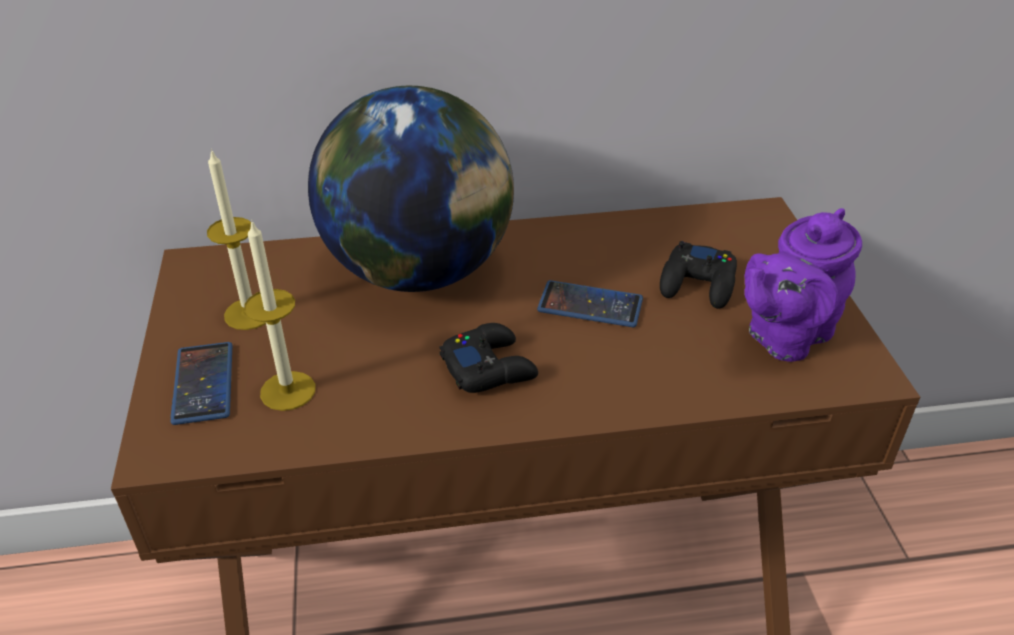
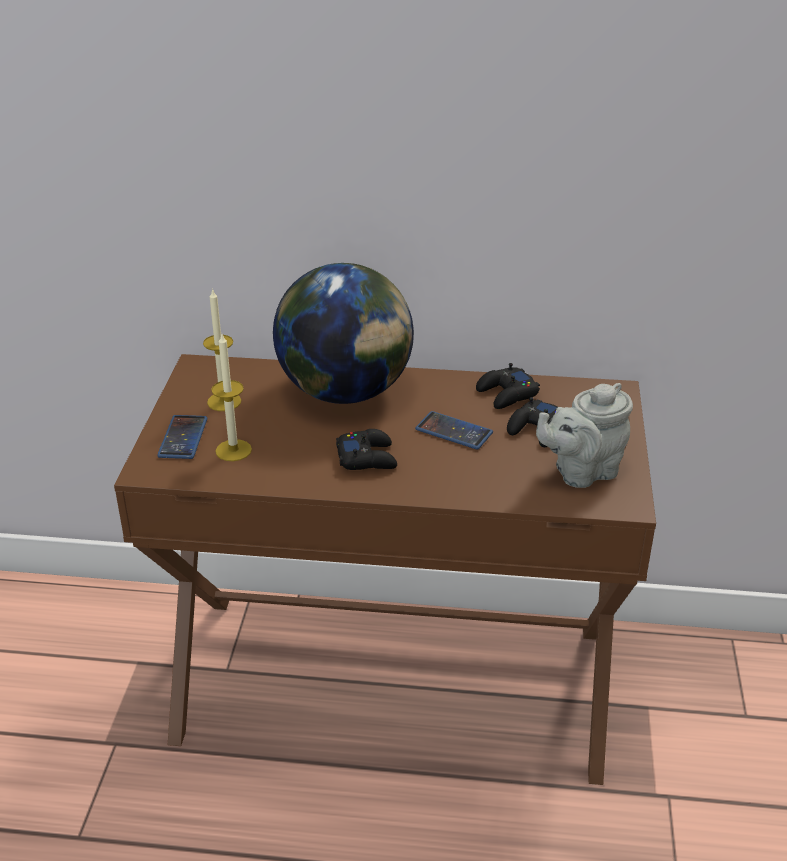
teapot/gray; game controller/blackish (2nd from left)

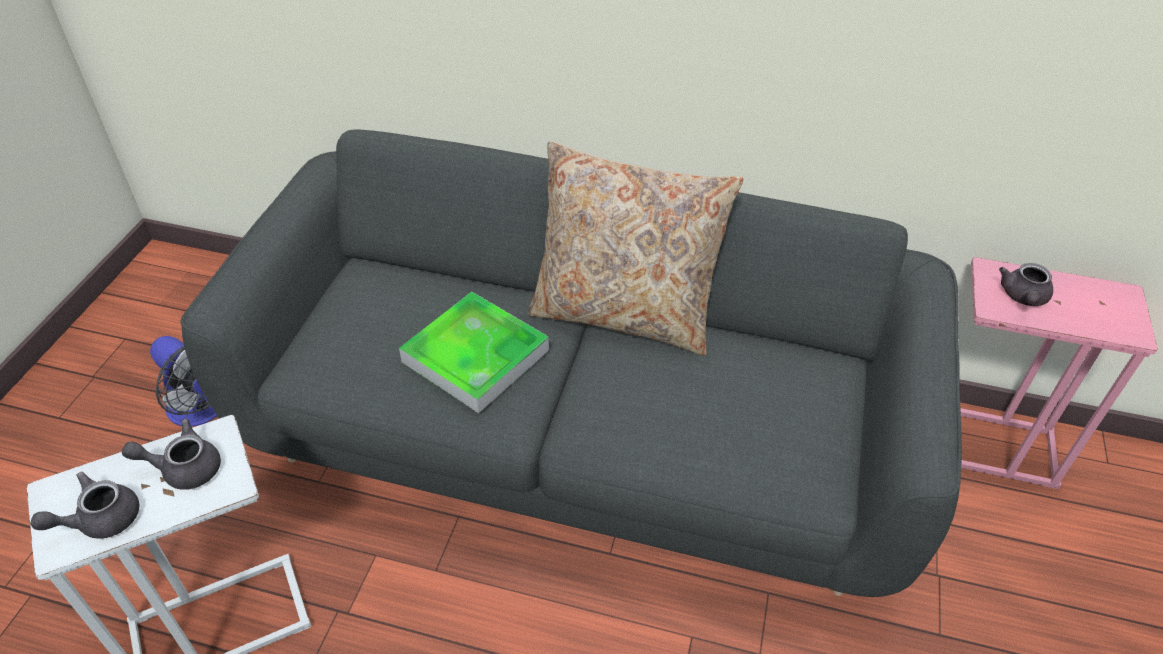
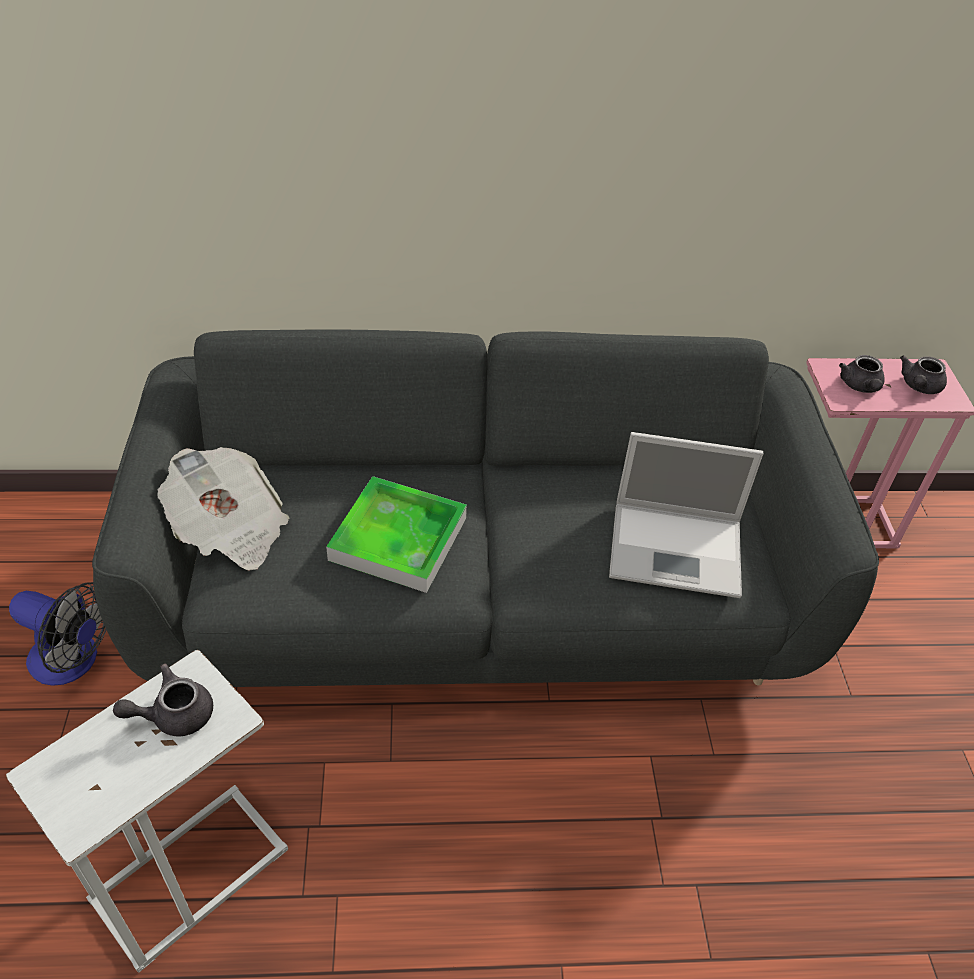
teapot/gray (3rd from left); throw pillow/sand-coloured; newspaper; laptop

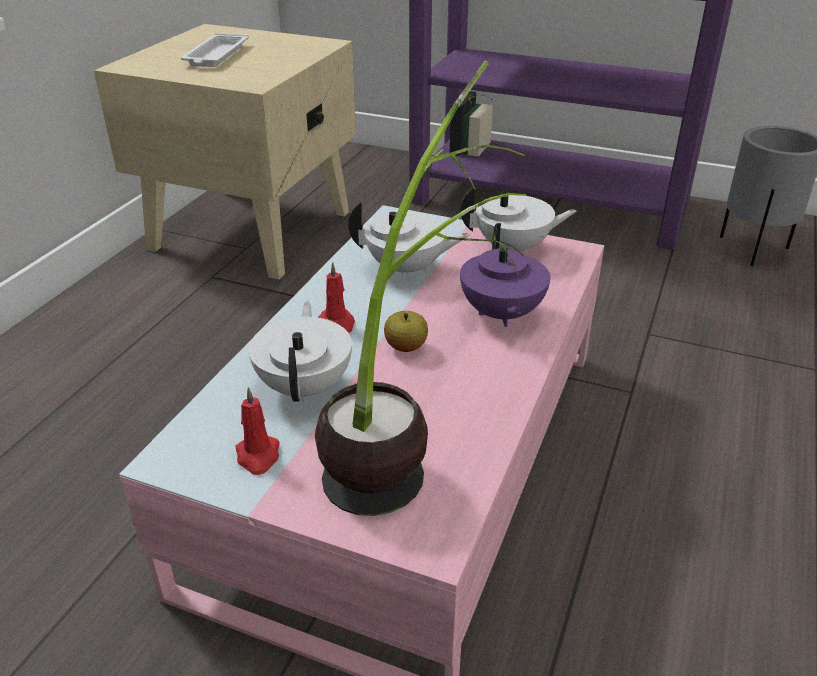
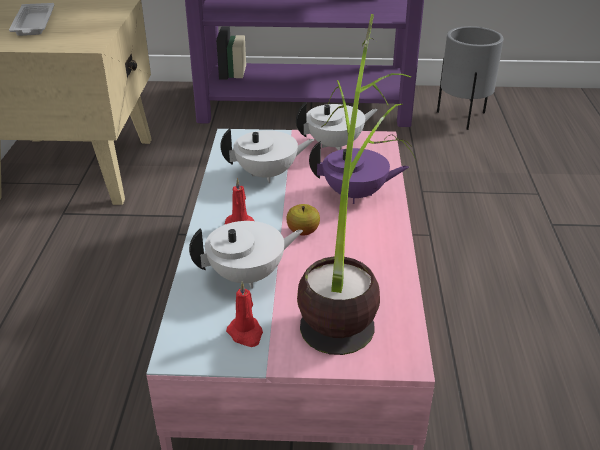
teapot/white-coloured (1st from left); teapot/purple-coloured

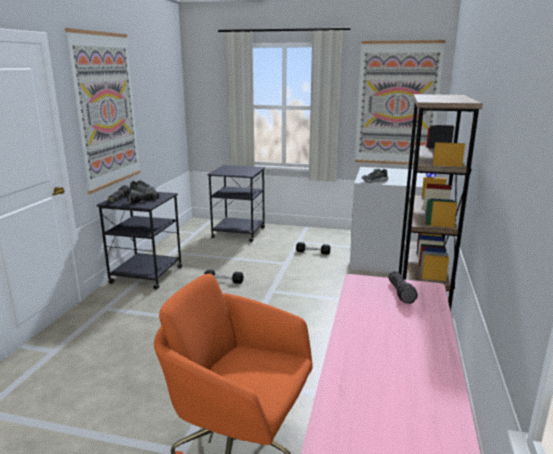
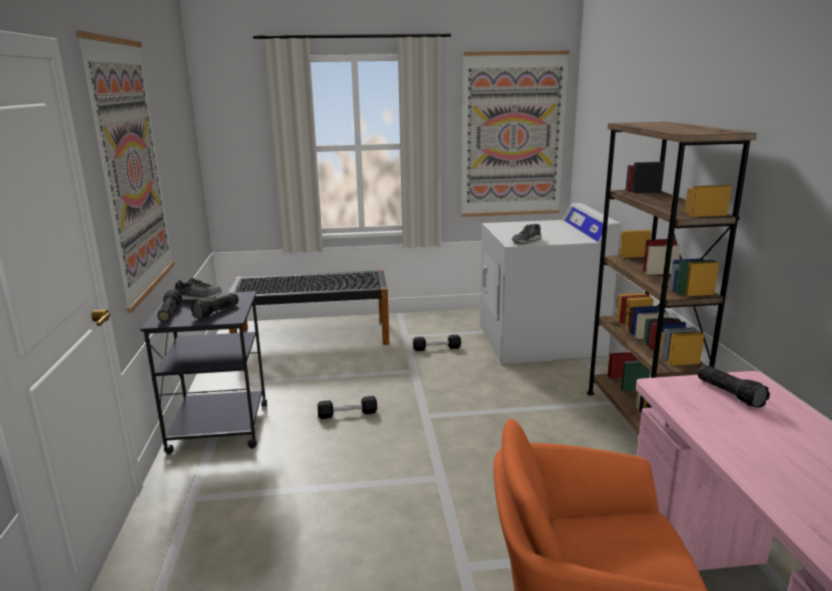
indoor bench/blackish

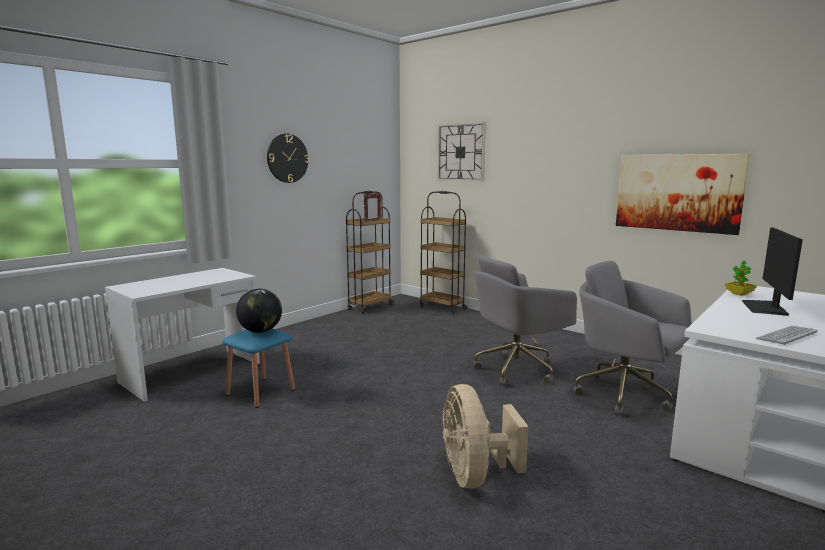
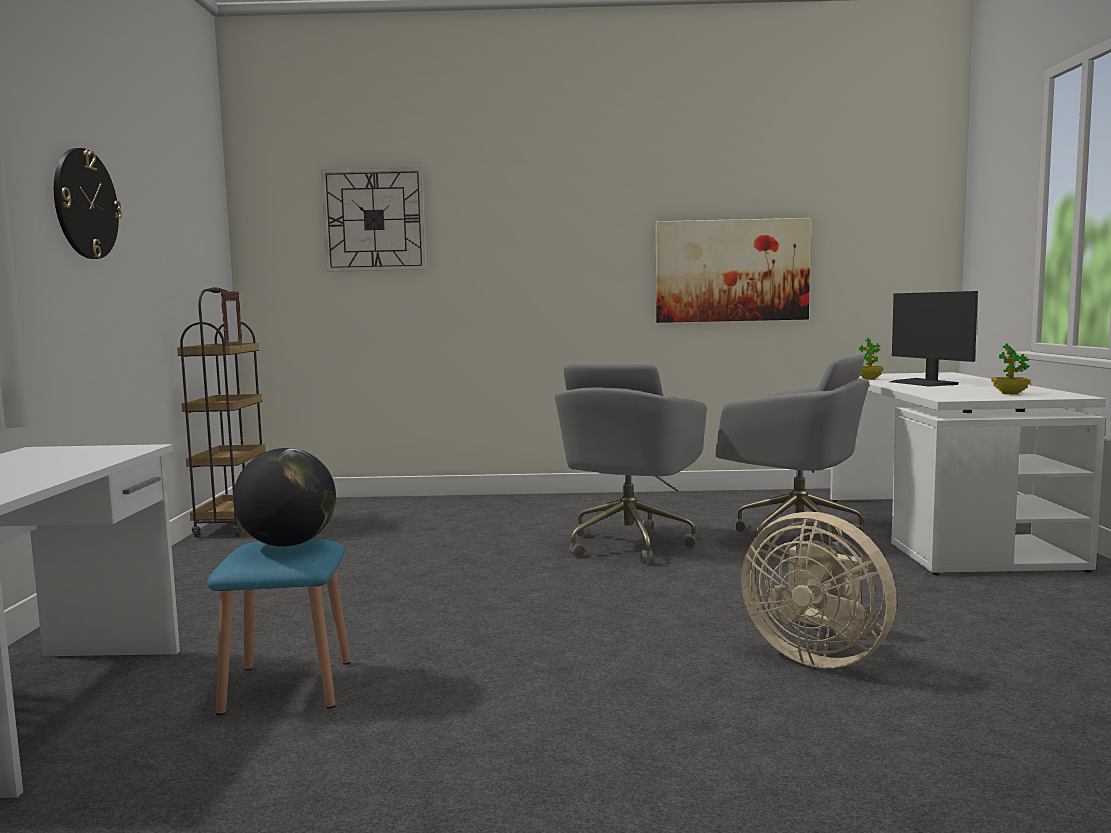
trolley/brown-coloured (2nd from left in the first image); computer chair/gray (2nd from left); potted plant (2nd from left)

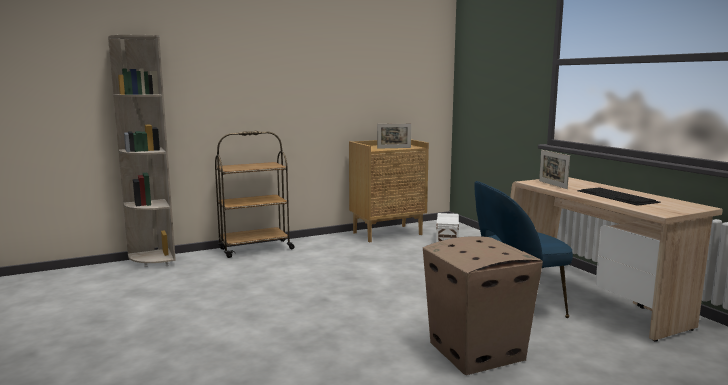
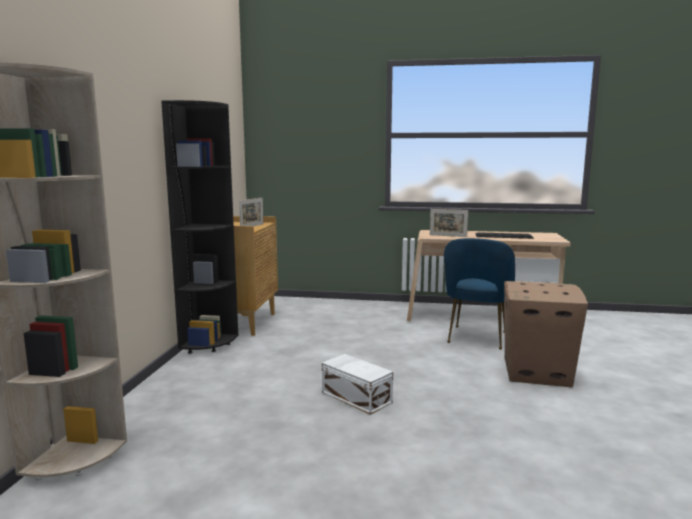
trolley/brown-coloured; storage container/white-coloured; bookshelf/blackish

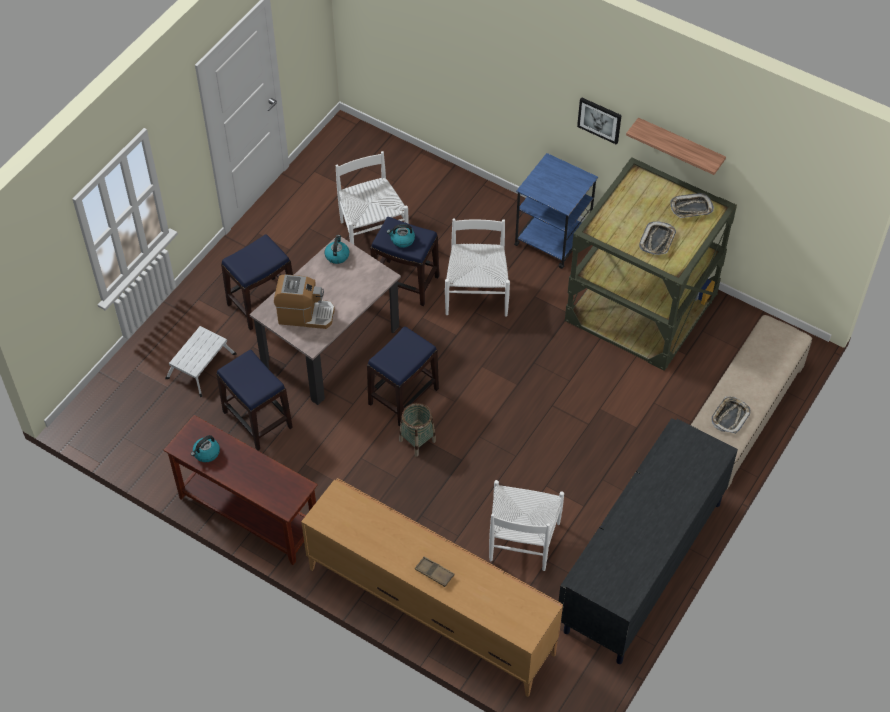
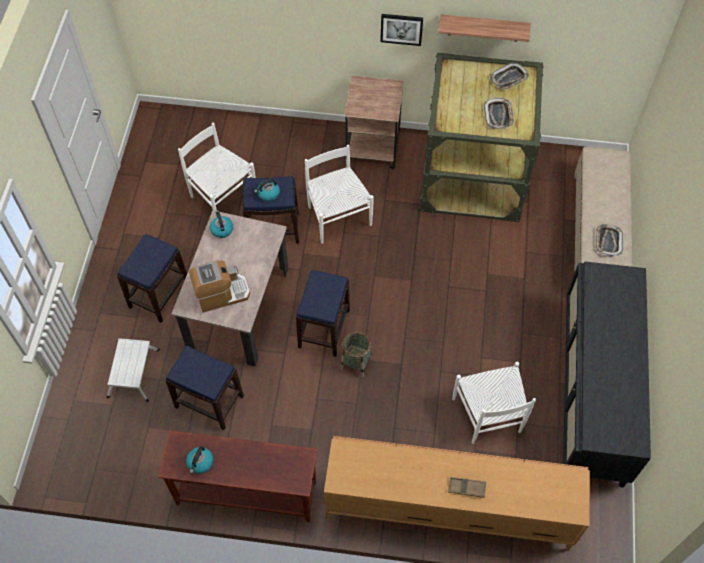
trolley/brown-coloured

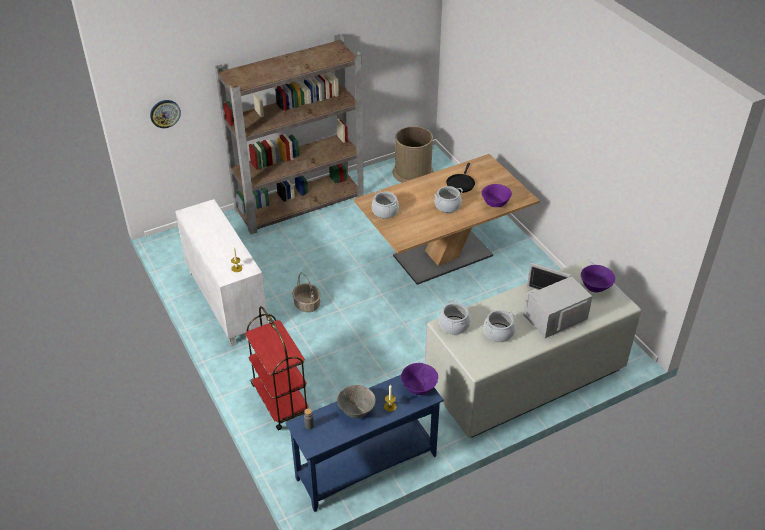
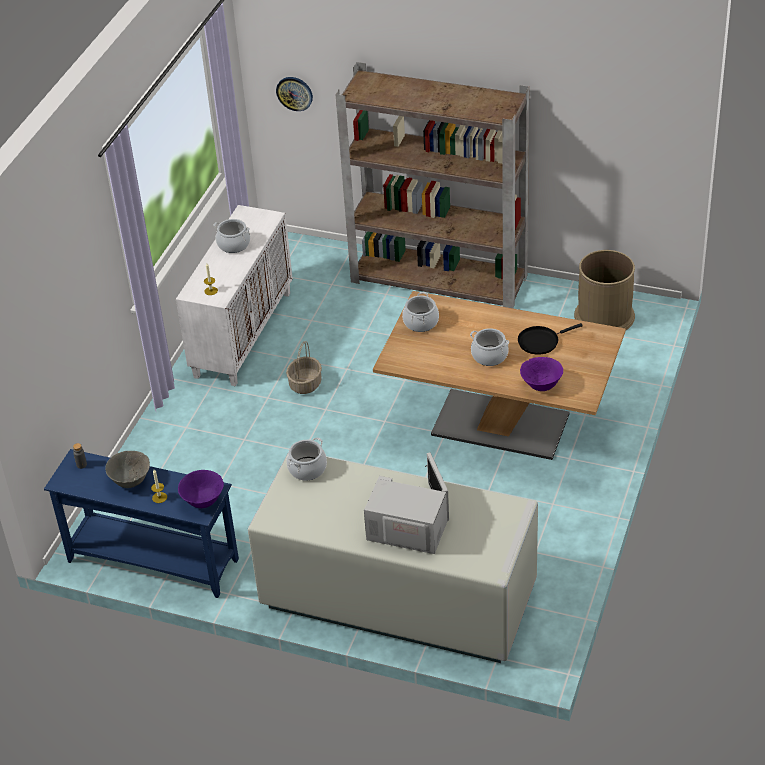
trolley/red; stockpot (1st from left); bowl/purple-coloured (3rd from left in the first image)

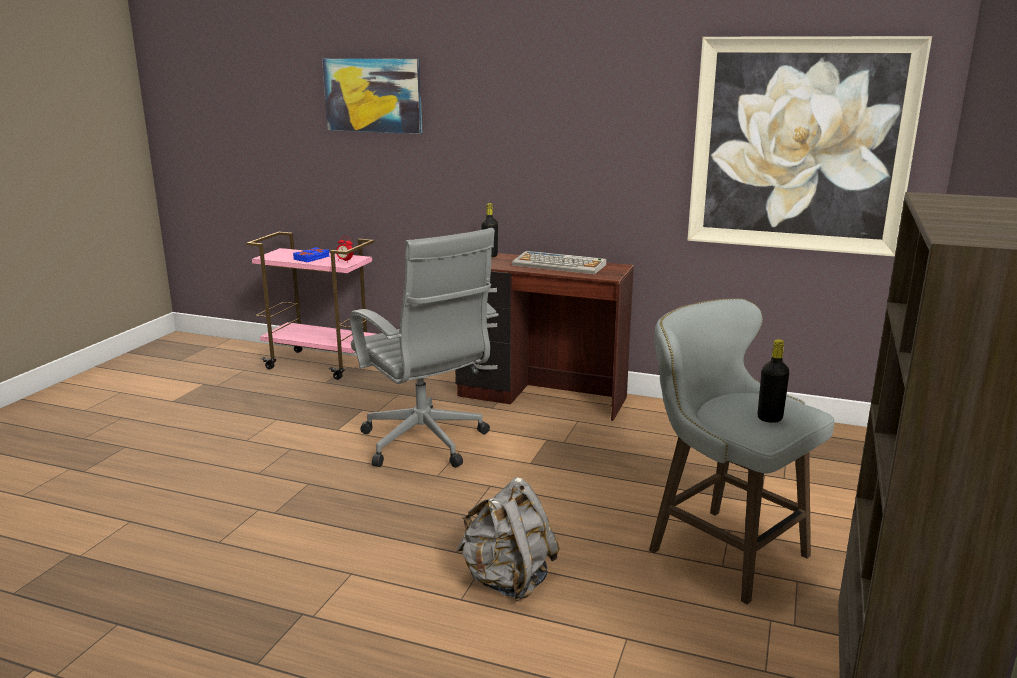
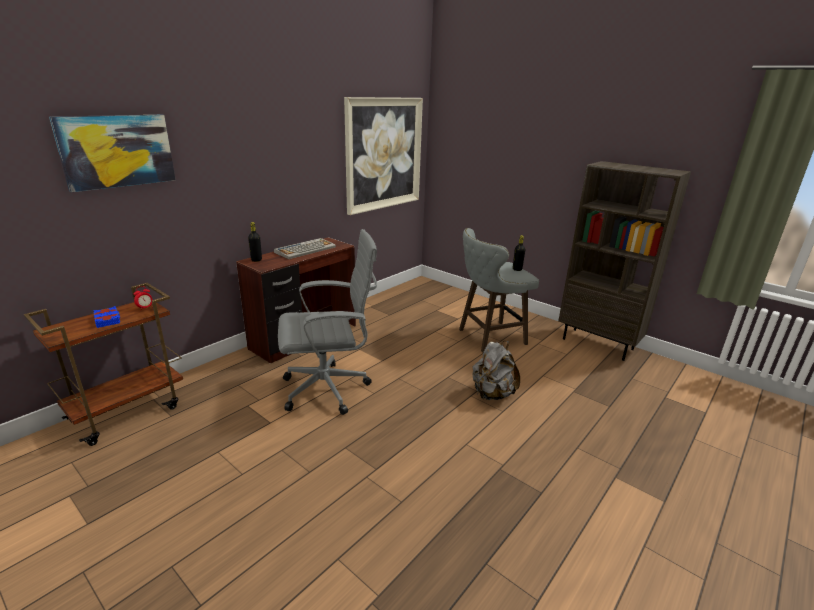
trolley/brown-coloured

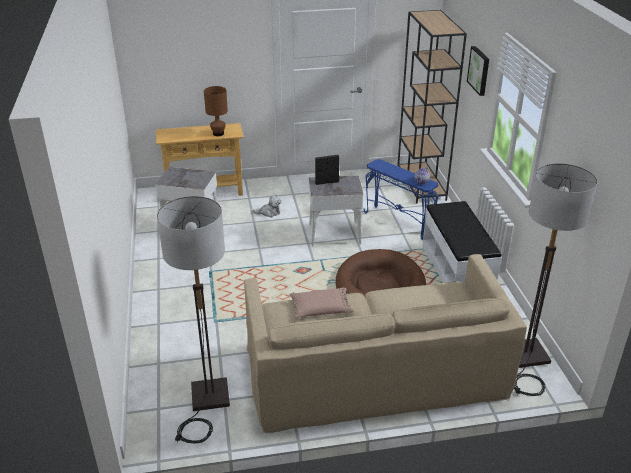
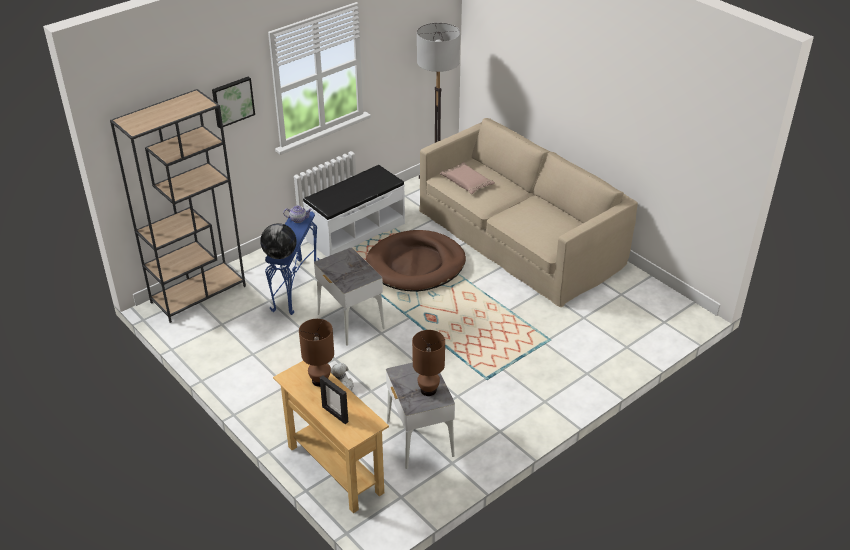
standing lamp (1st from left in the first image); throw pillow/sand-coloured; standing frame; desk globe; tabletop lamp/brown-coloured (2nd from left)

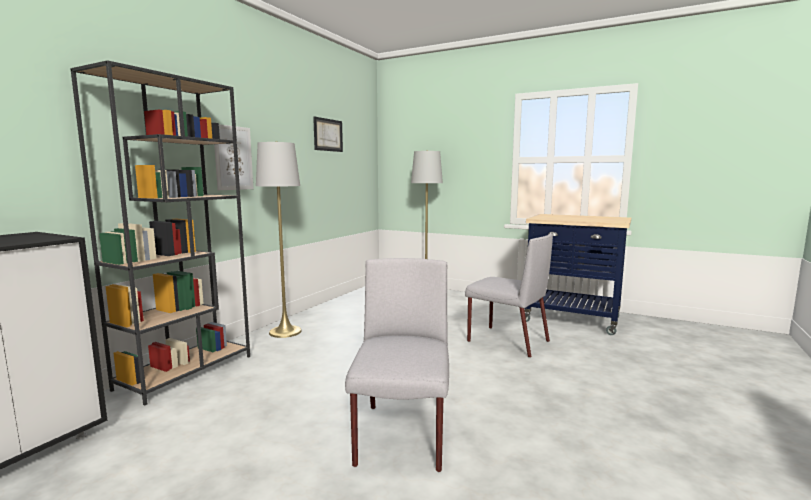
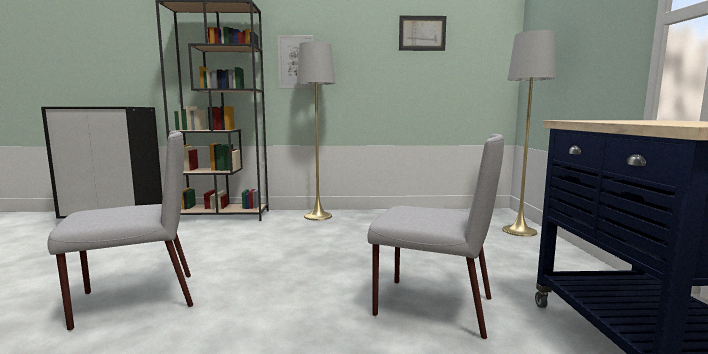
upright chair/gray (2nd from left)

